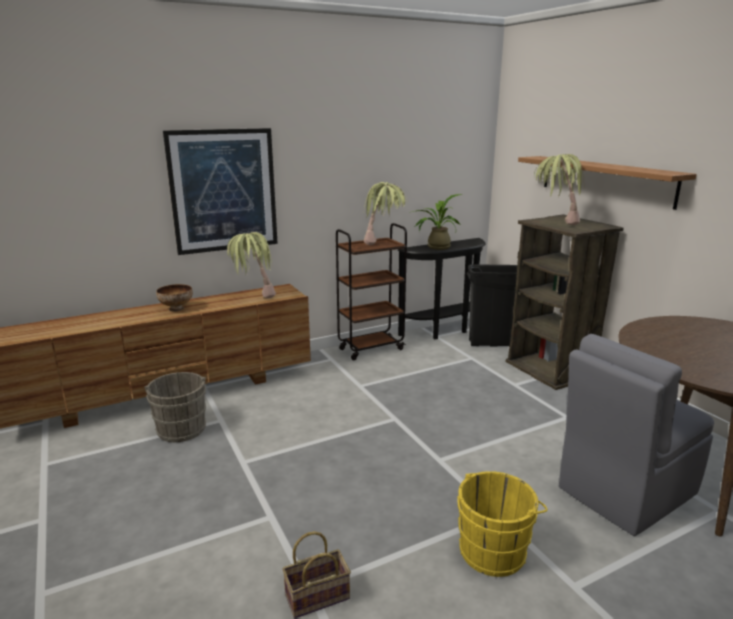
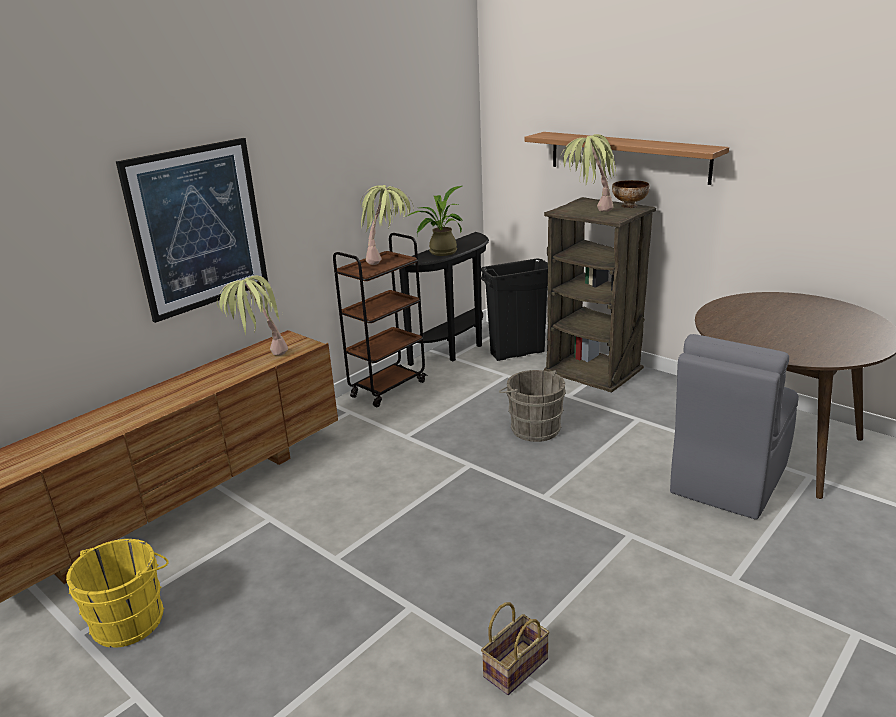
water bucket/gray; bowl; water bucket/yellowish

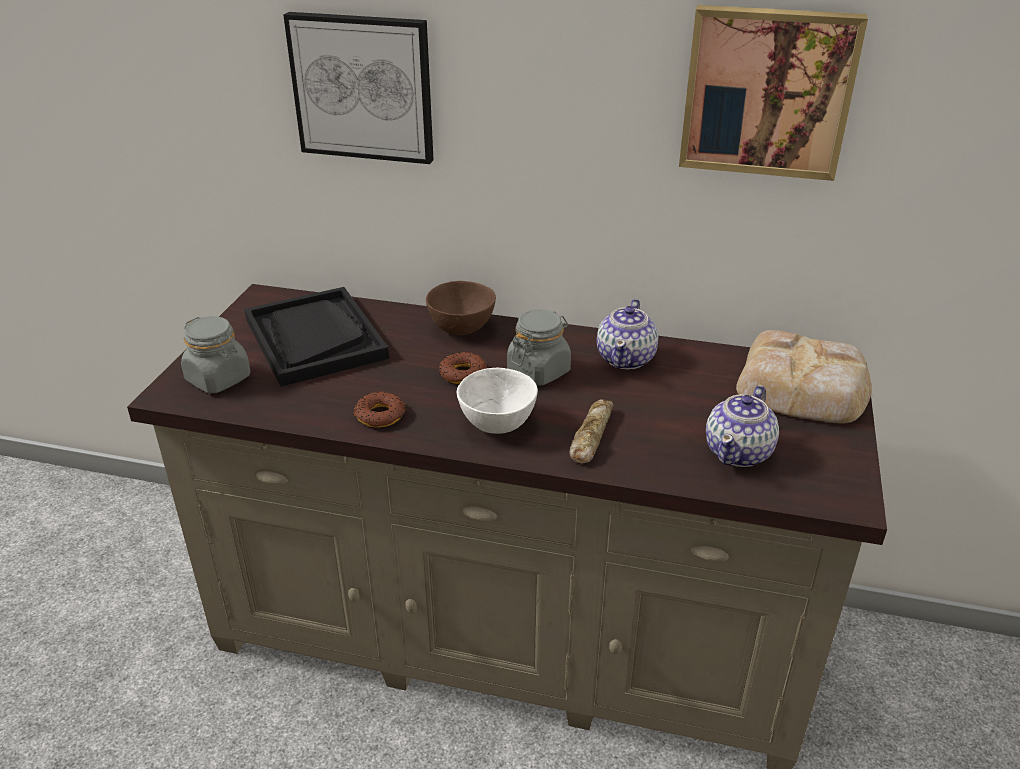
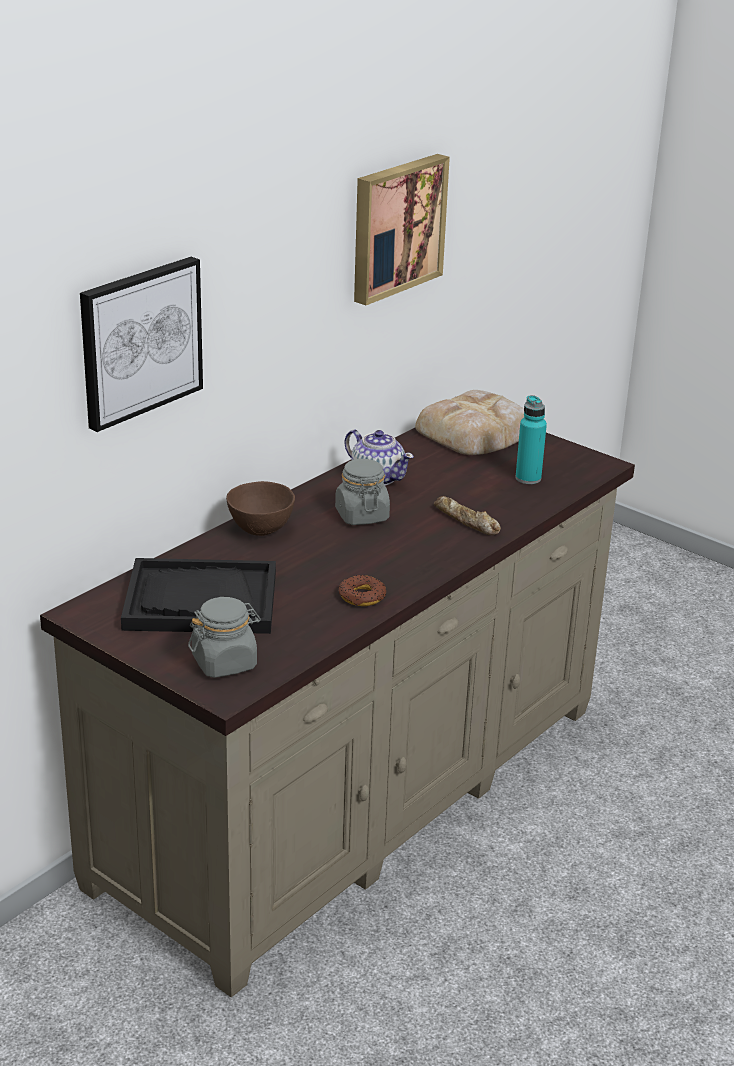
donut (2nd from left in the first image); bowl/white-coloured; beverage bottle/blue-green

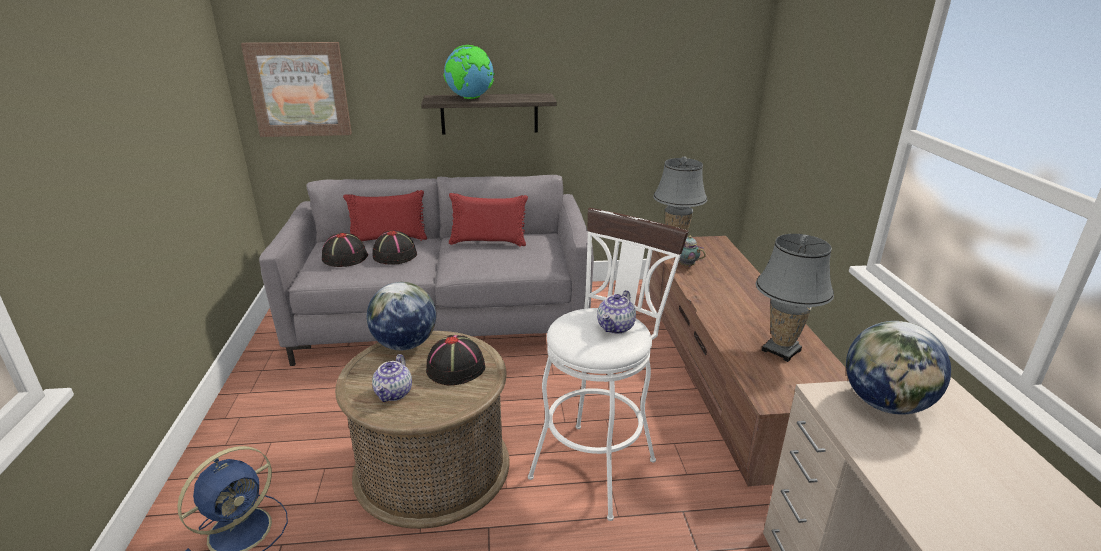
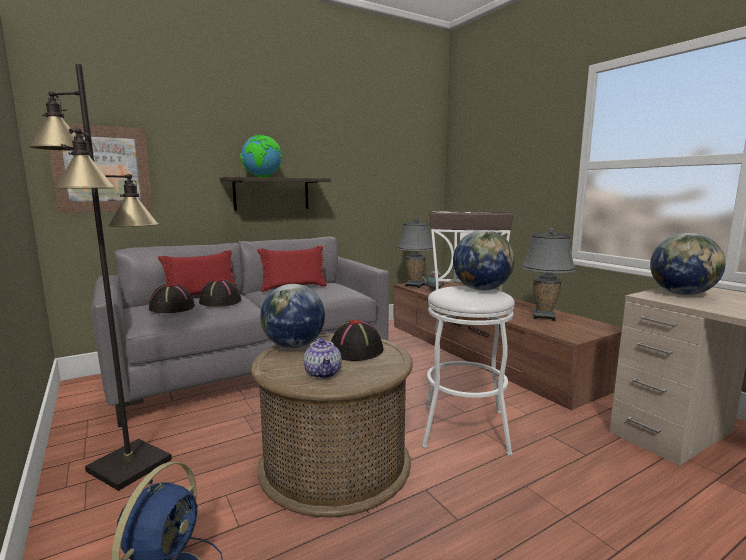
desk globe (3rd from left); standing lamp/blackish

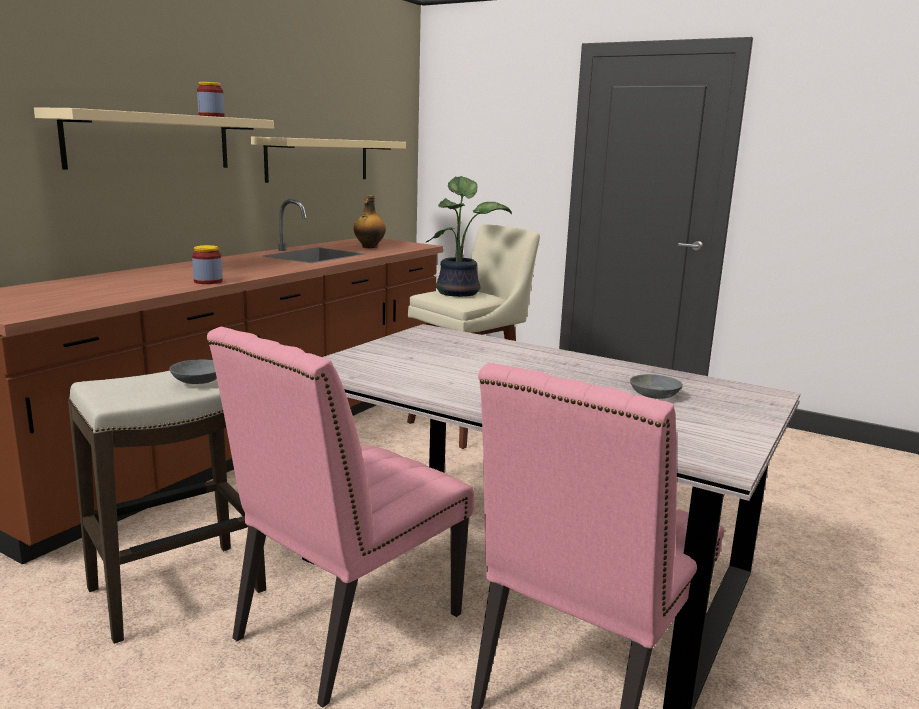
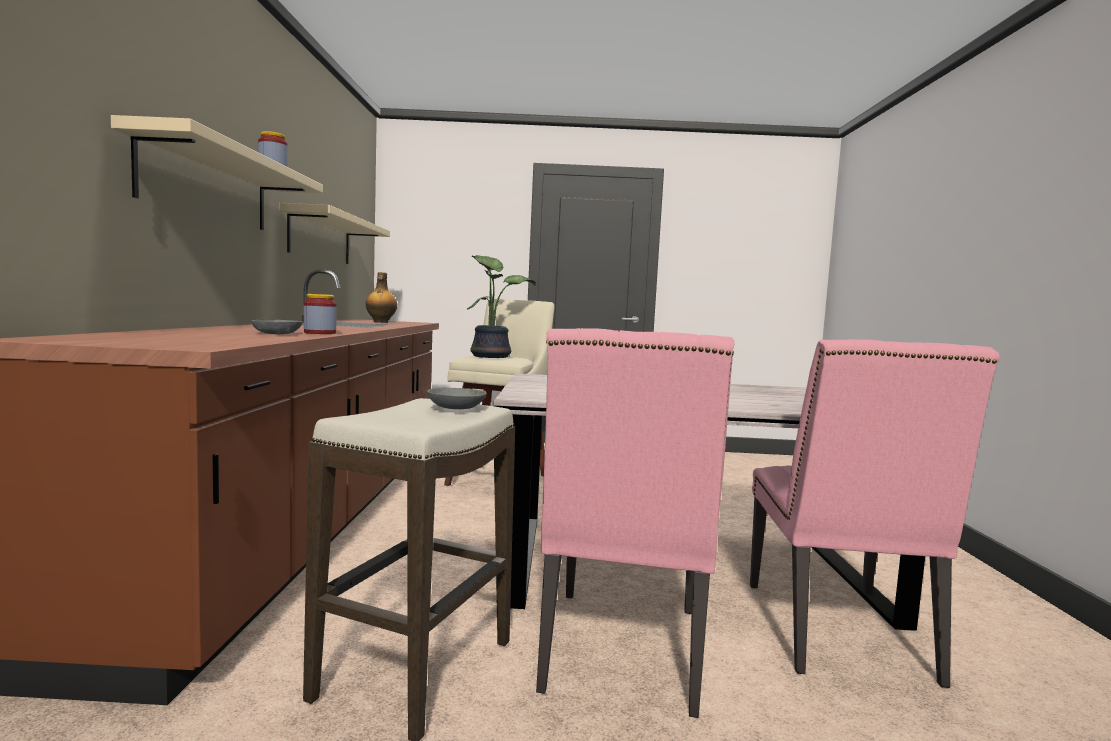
bowl/gray (1st from left)

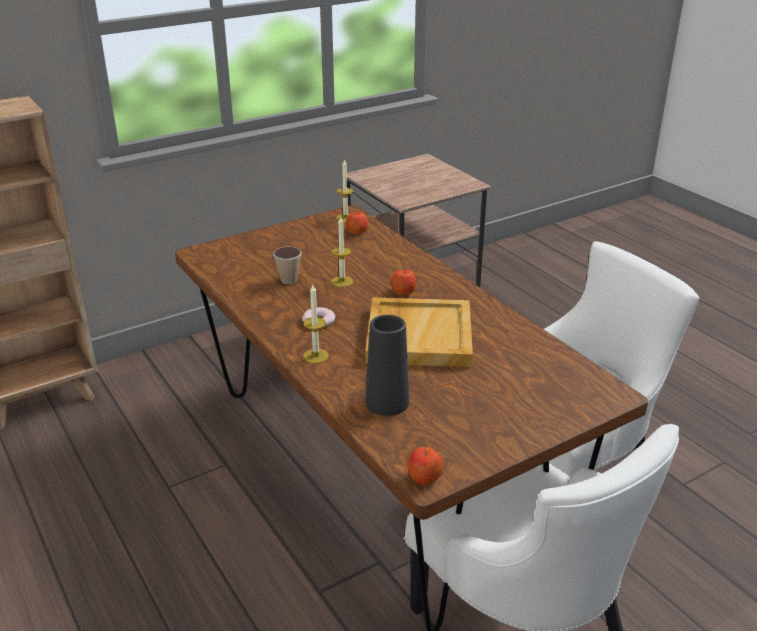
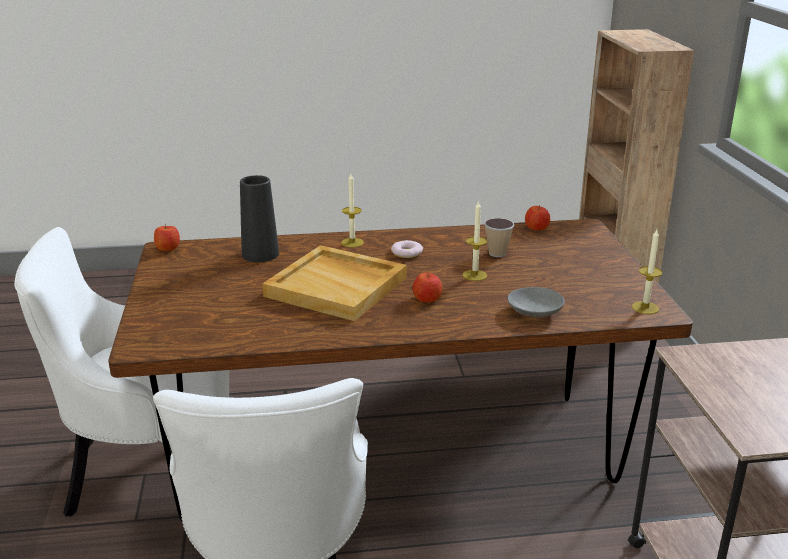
whole apple (3rd from left); bowl/gray

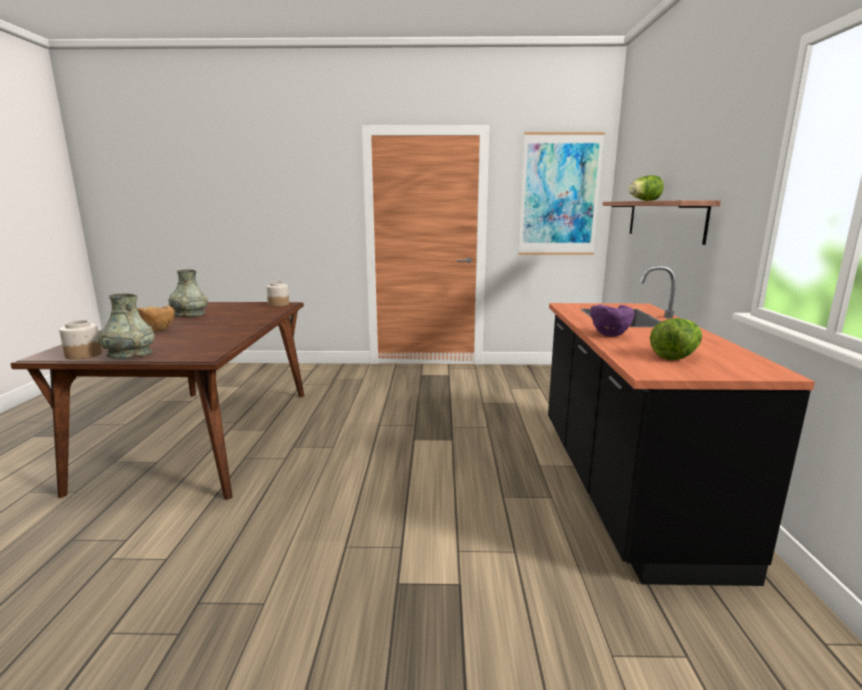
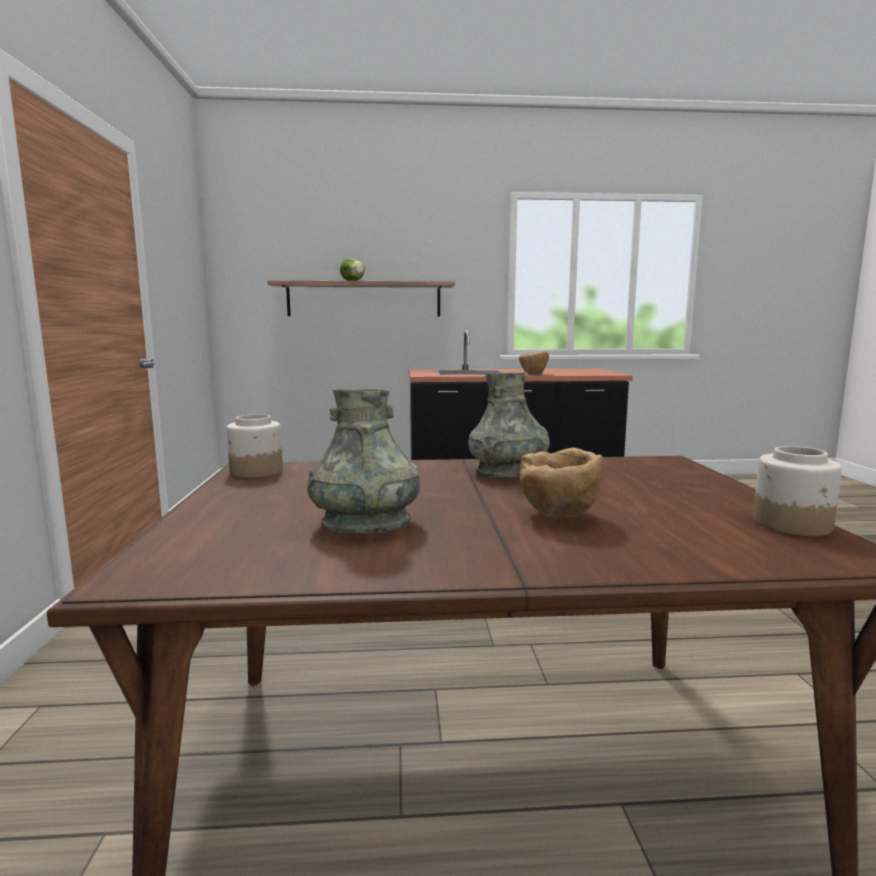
flower vase/gray (2nd from left); picture; bowl/brown-coloured (1st from left); head of lettuce (2nd from left in the first image)

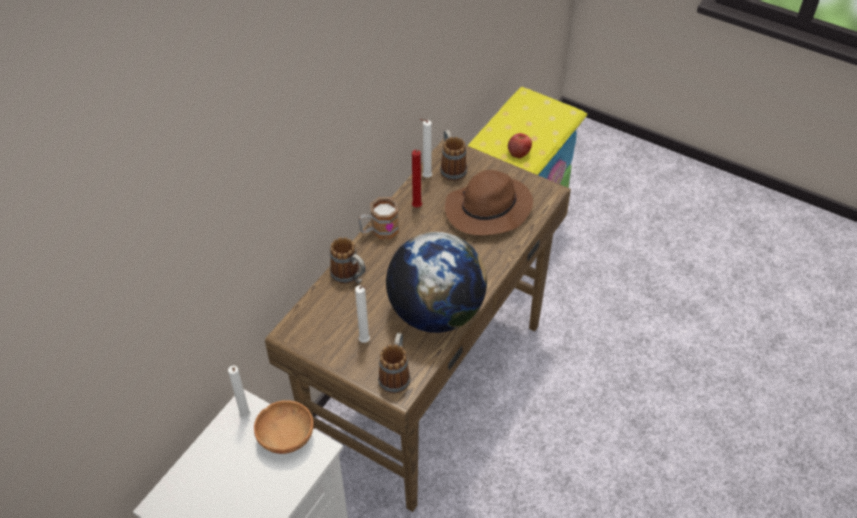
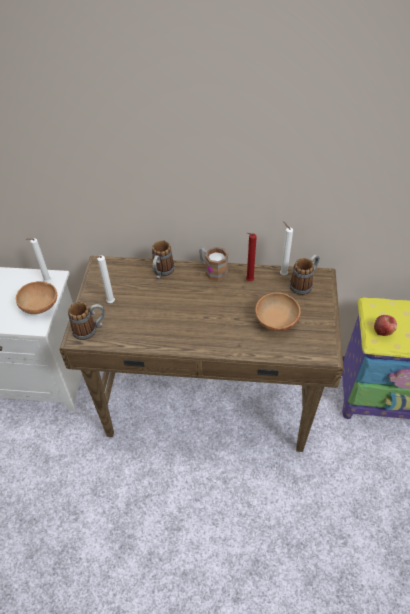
desk globe; bowl/brown-coloured (2nd from left)

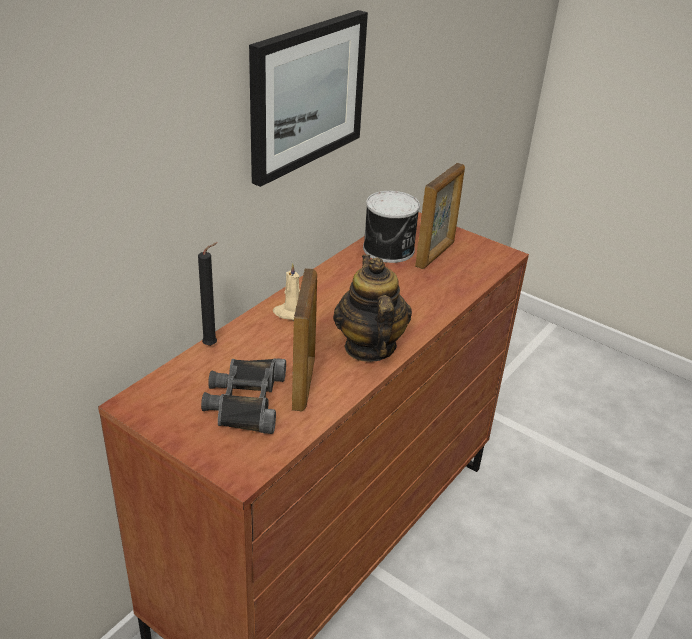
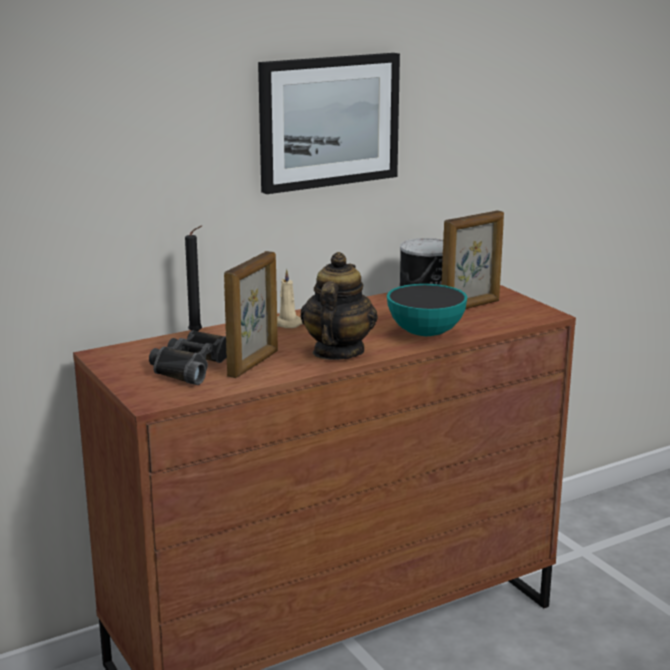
bowl

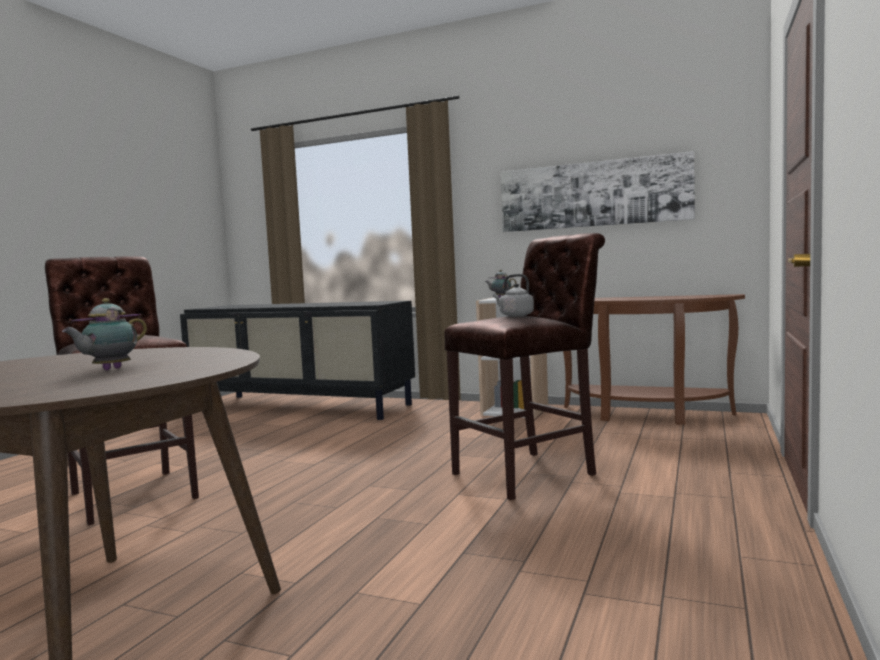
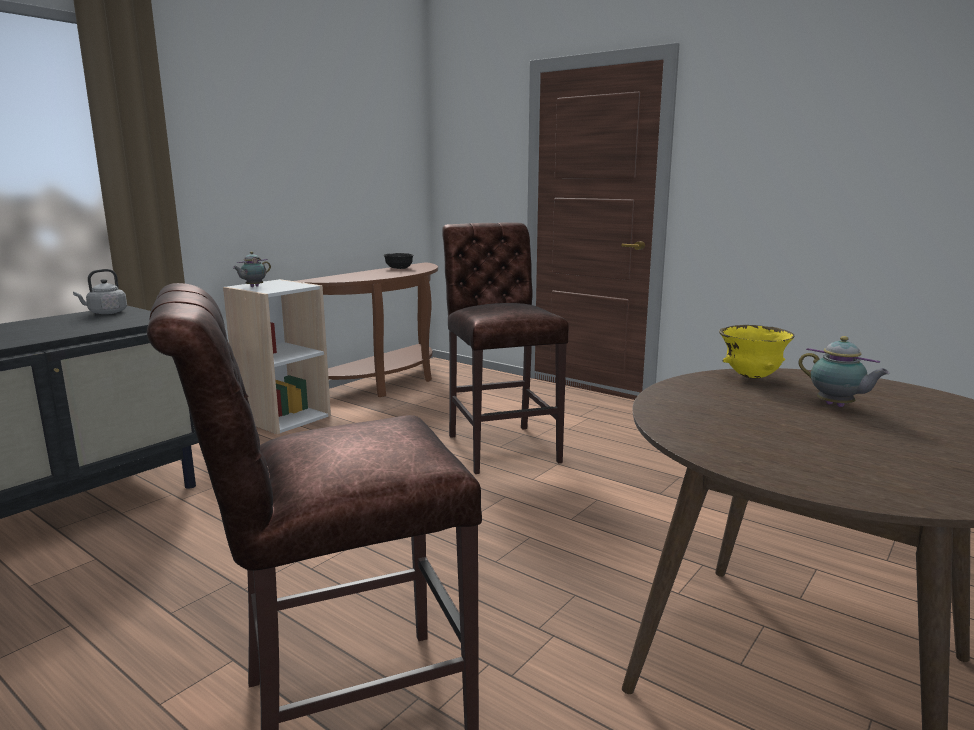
kettle/gray; picture; bowl/blackish; bowl/yellowish

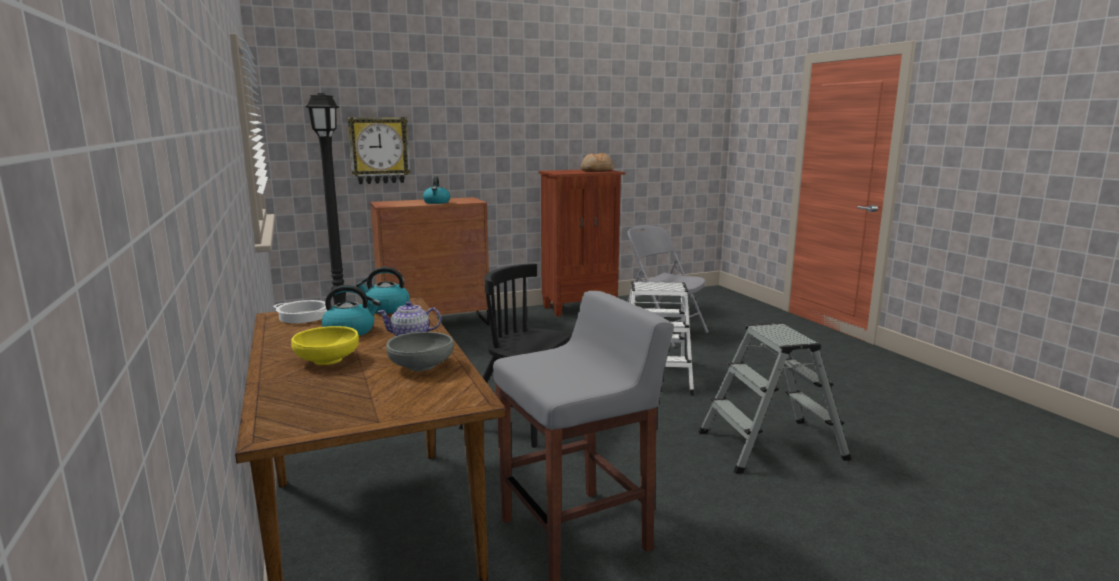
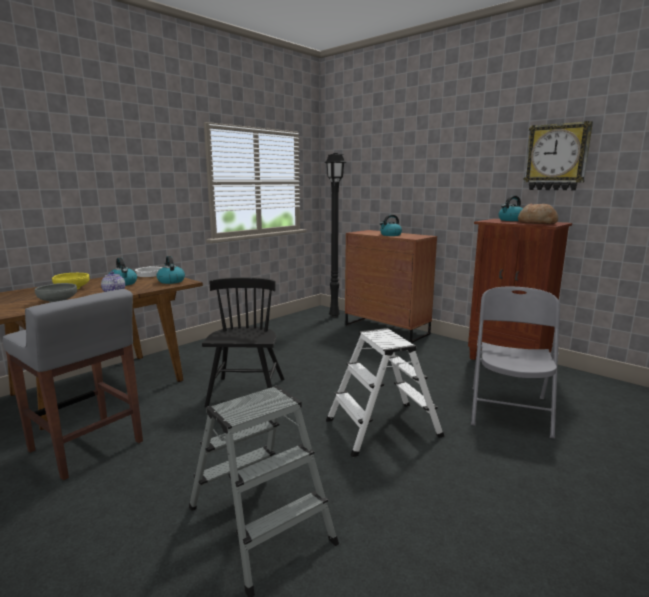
wall clock; kettle (4th from left)

